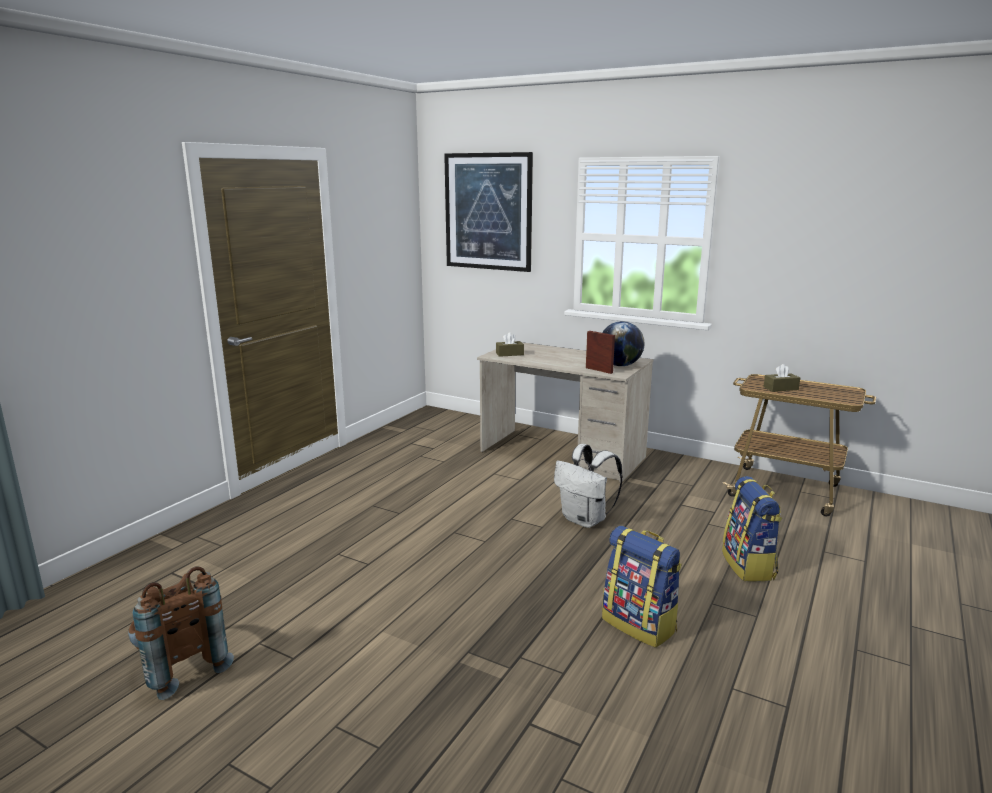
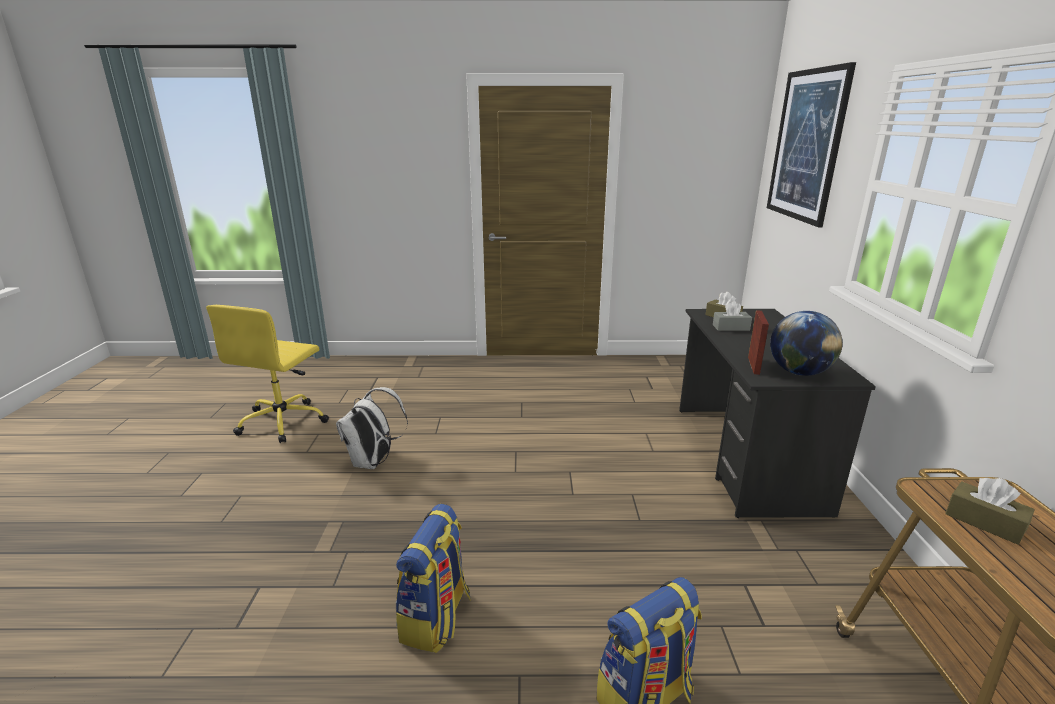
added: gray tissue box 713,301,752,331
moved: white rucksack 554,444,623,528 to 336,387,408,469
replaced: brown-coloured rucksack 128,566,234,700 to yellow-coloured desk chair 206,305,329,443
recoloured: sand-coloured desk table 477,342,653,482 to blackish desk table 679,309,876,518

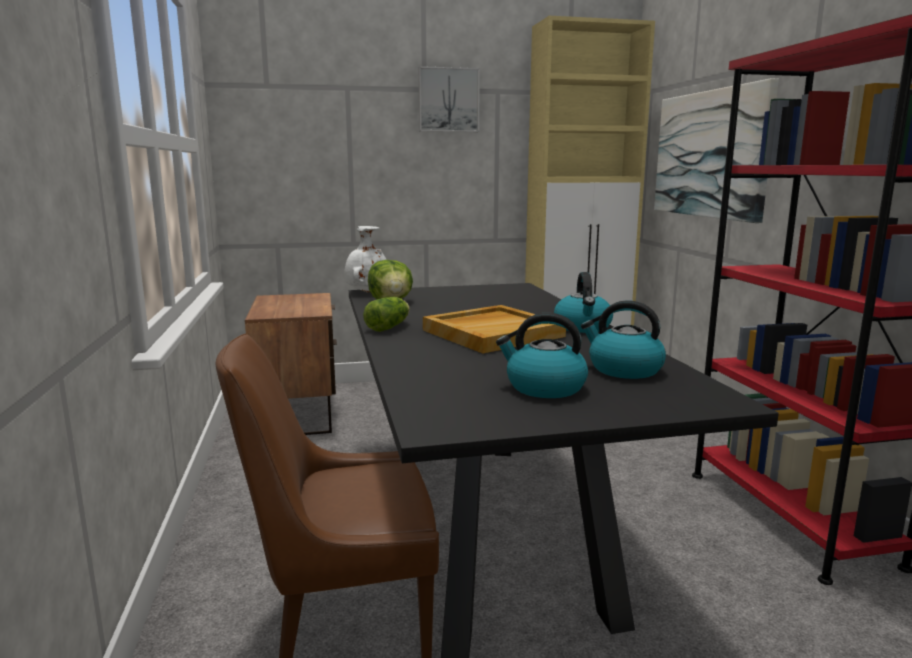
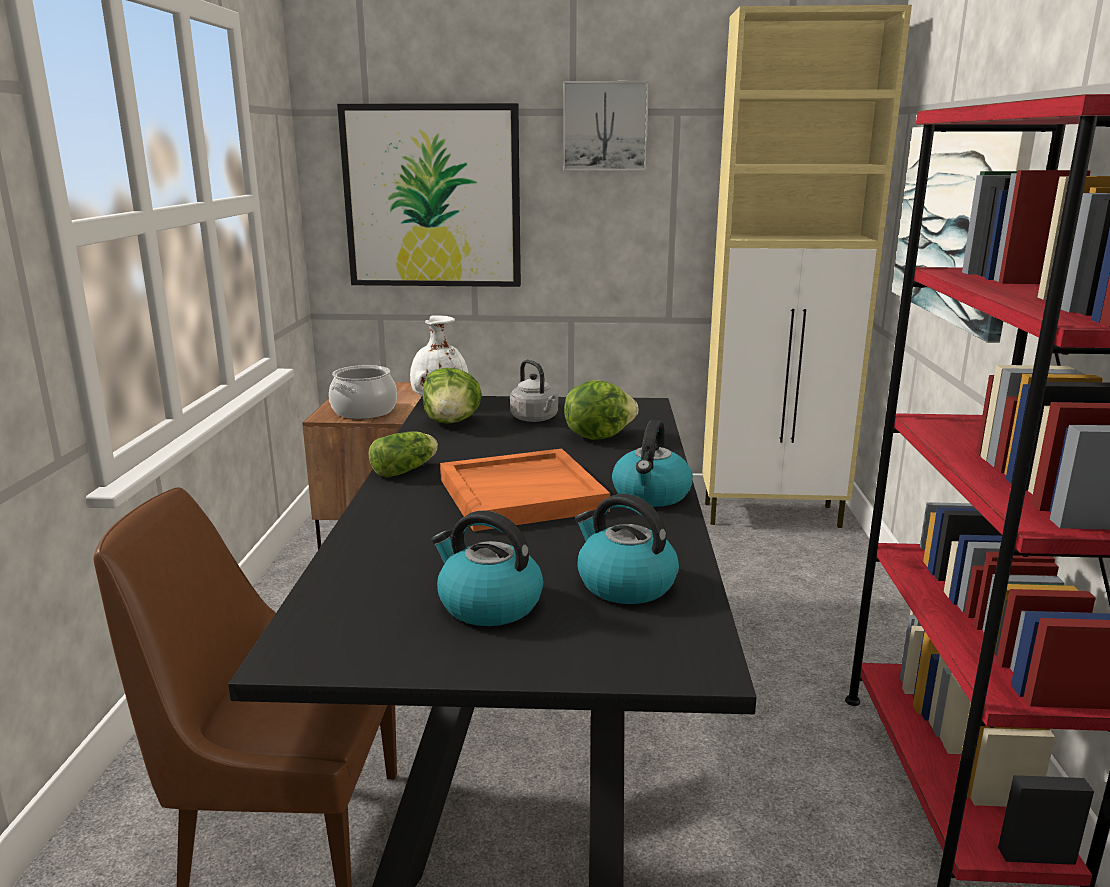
added: saucepot 329,365,397,419; wall picture 337,103,521,287; gray water kettle 510,360,558,422; lettuce 564,380,638,439
recoloured: sand-coloured tray 423,305,566,353 to orangey tray 440,449,610,532

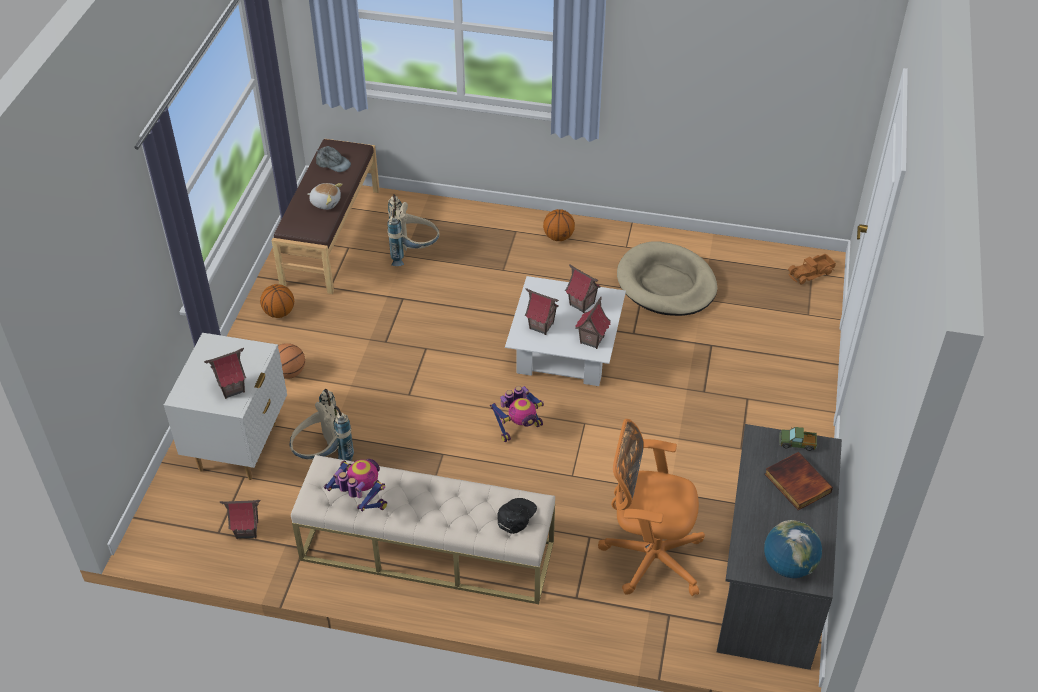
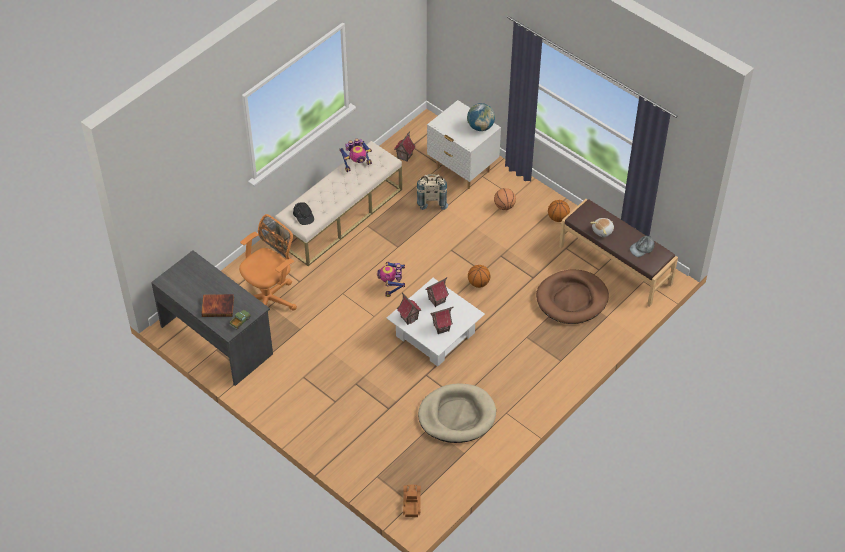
removed: toy house 204,348,246,399
moved: globe 764,520,822,578 to 467,103,495,131; ball for basketball 543,209,575,241 to 468,265,490,288
replaced: sand-coloured rucksack 387,194,440,266 to brown-coloured pet bed 536,269,609,324

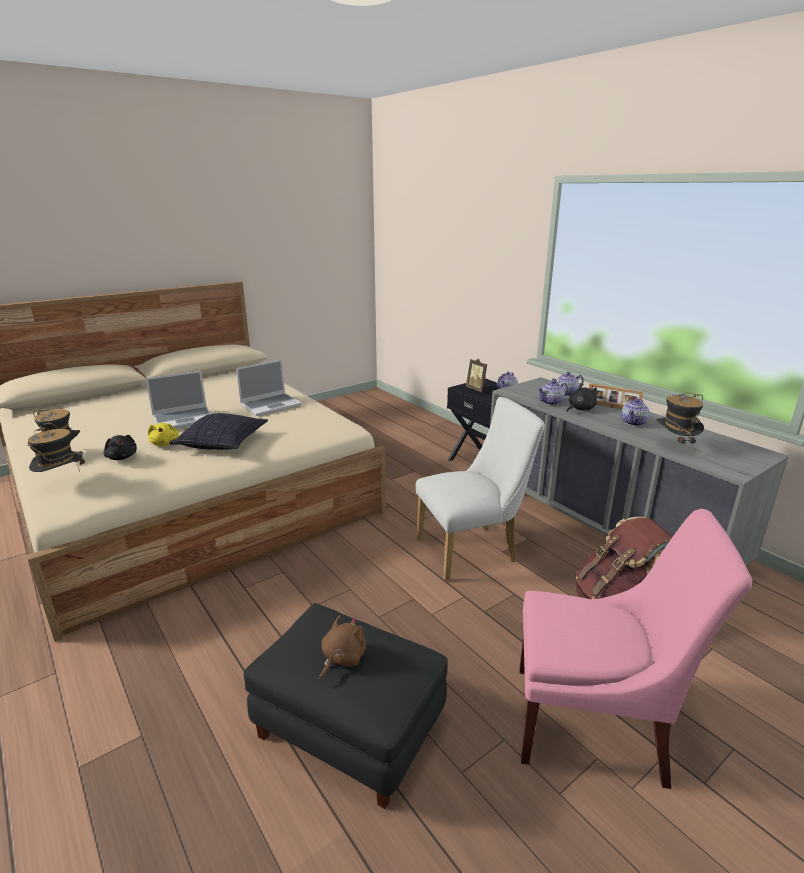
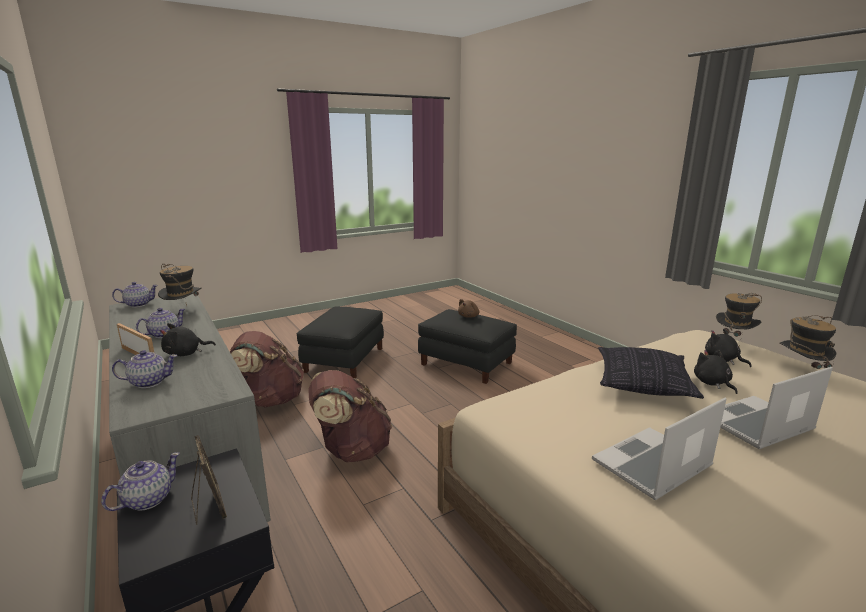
moved: teapot 538,380,568,405 to 112,282,158,307
replaced: pink chair 519,509,752,789 to blackish pouffe 297,306,384,378; white chair 416,397,545,581 to brown-coloured rucksack 309,370,392,462
recoloured: yellow-coloured soft toy 148,423,179,446 to blackish soft toy 694,350,737,394

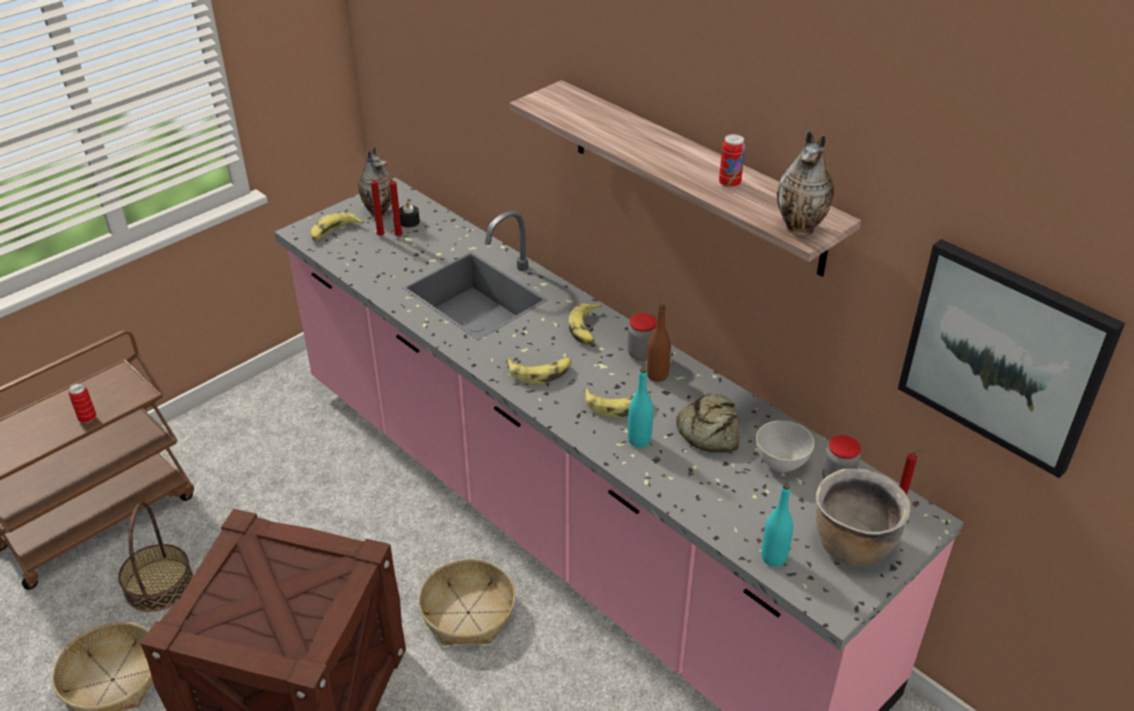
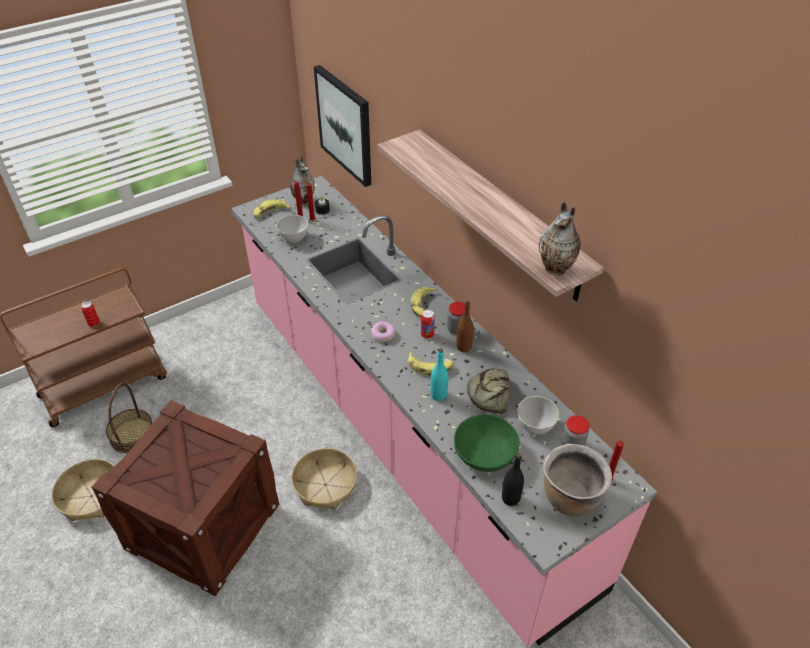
added: gray deep dish 276,215,308,243; green-coloured deep dish 454,414,520,472
moved: wall picture 898,239,1125,478 to 314,65,371,187; metal can 719,134,745,188 to 421,309,435,339
replaced: banana 506,358,571,383 to ring doughnut 371,321,395,342
recoloured: turquoise-coloured bottle 761,483,793,567 to blackish bottle 502,453,524,506

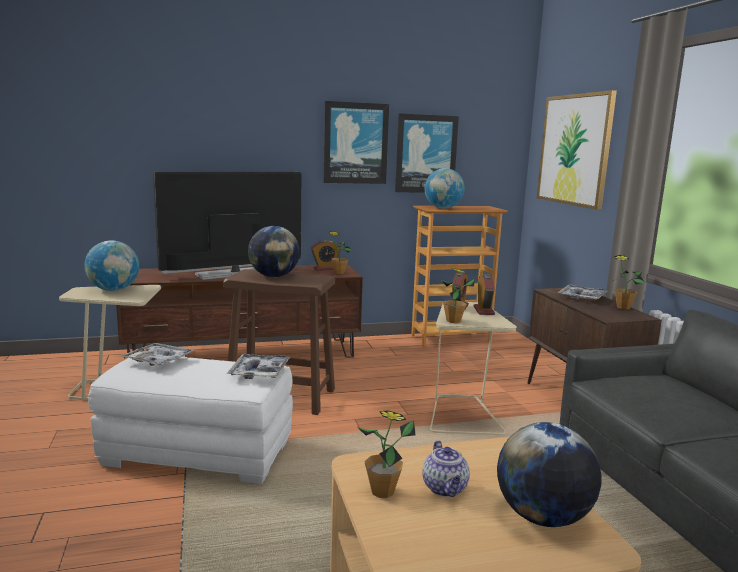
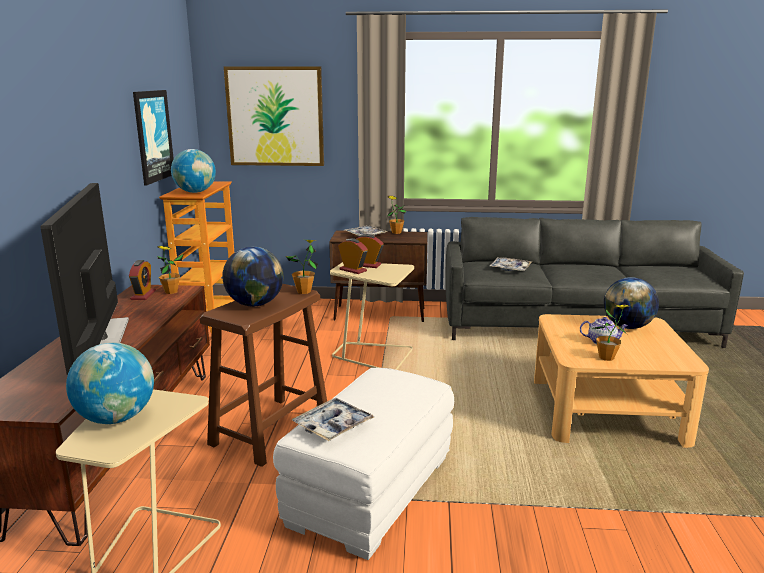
removed: wall picture 324,101,389,184
moved: plant in a pot 441,268,475,323 to 286,240,318,294; tray 227,354,290,379 to 489,257,532,271

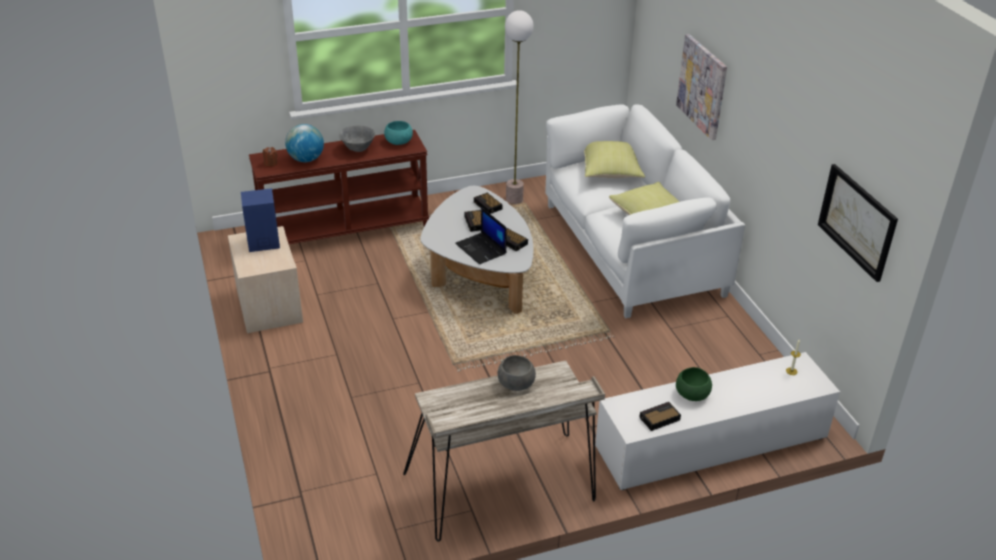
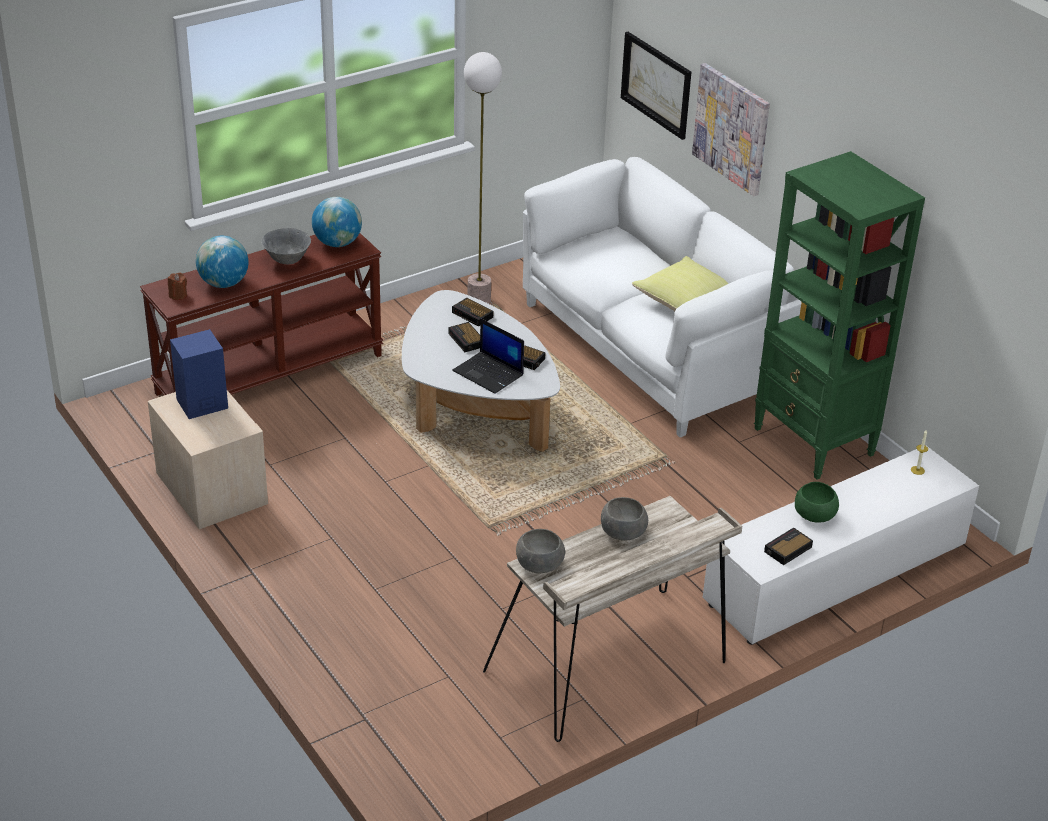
removed: yellow-coloured throw pillow 584,141,645,178
added: gray deep dish 516,529,565,573; green-coloured bookcase 754,151,925,480
moved: wall picture 818,164,898,282 to 621,32,691,140
replaced: turquoise-coloured deep dish 384,121,413,145 to globe 312,197,362,247

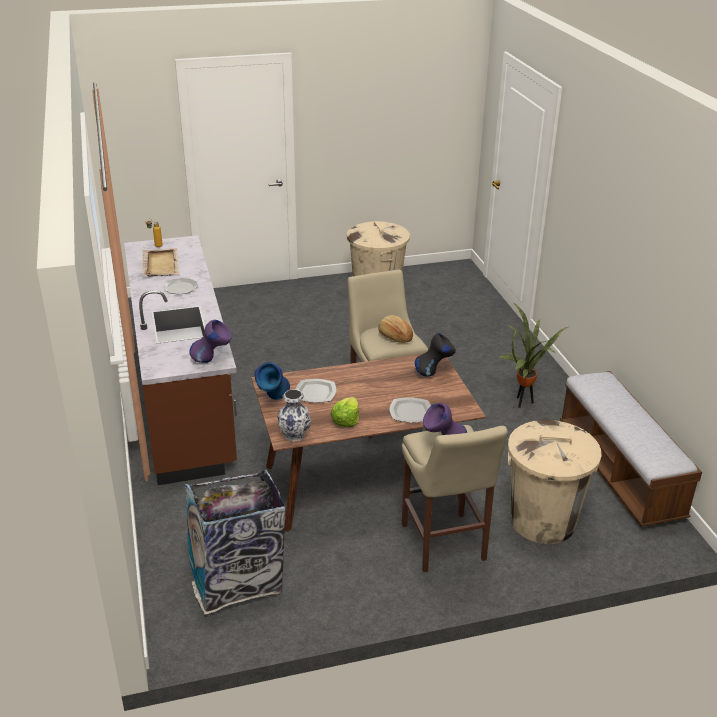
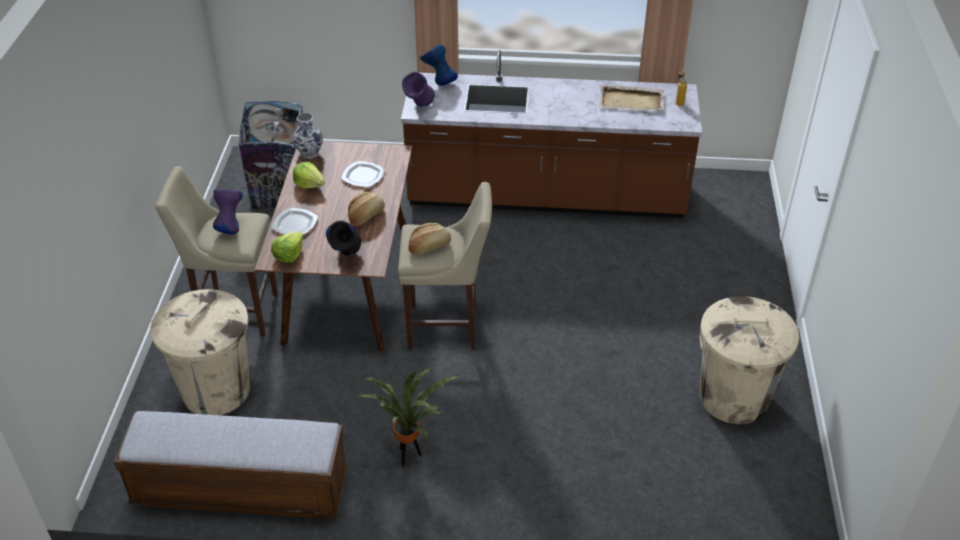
removed: dinner plate 163,278,198,294
added: lettuce 271,232,304,263; baked bread 348,192,385,226
moved: bluish flower vase 255,362,290,400 to 420,44,458,86

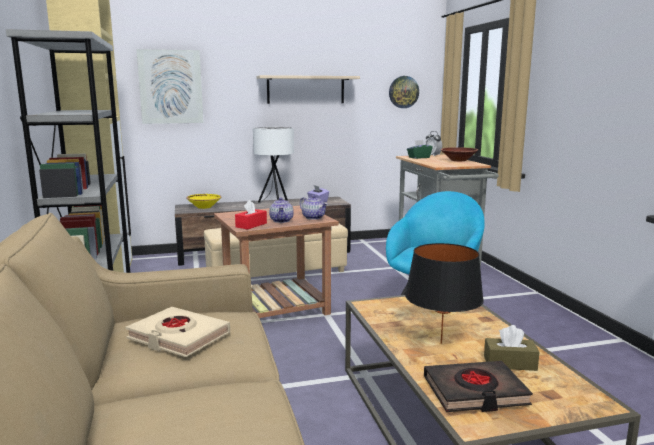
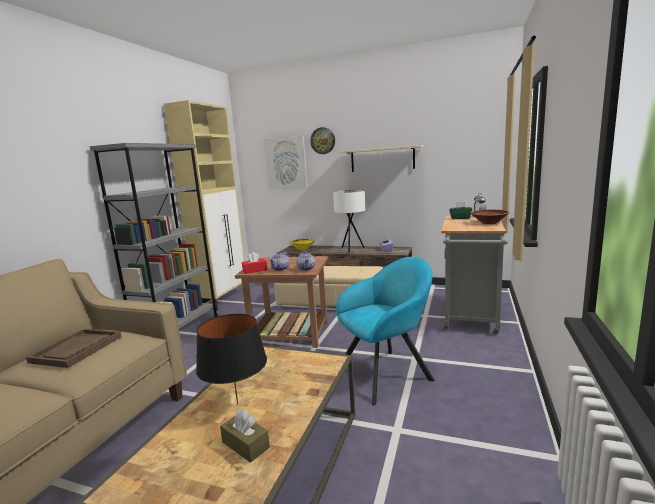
removed: blackish bound book 424,361,533,412
moved: wall clock 389,76,419,108 to 310,127,335,154
replaced: sand-coloured bound book 126,307,230,357 to brown-coloured tray 26,329,122,368

